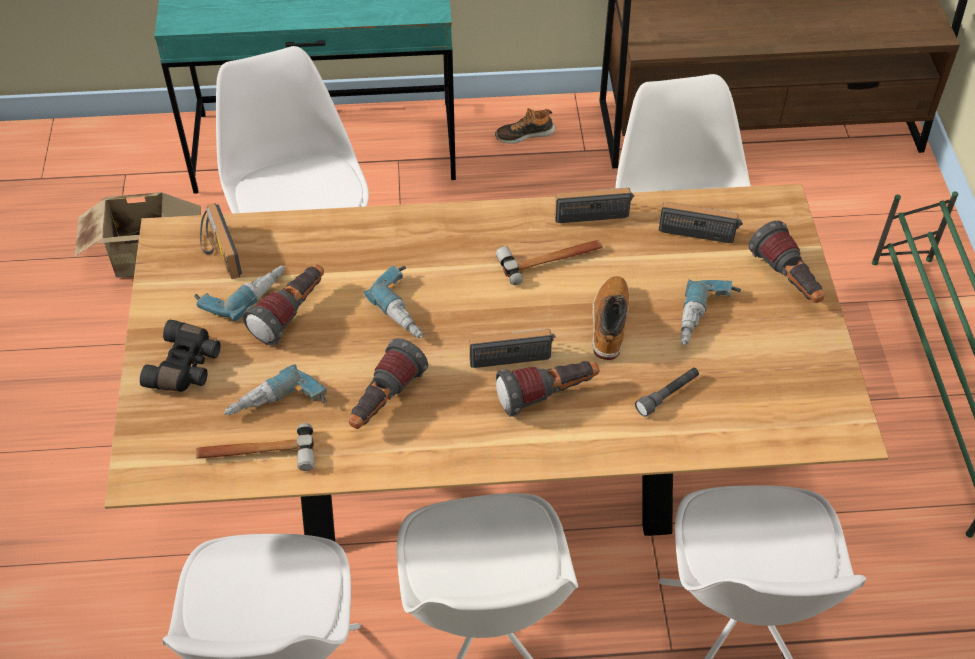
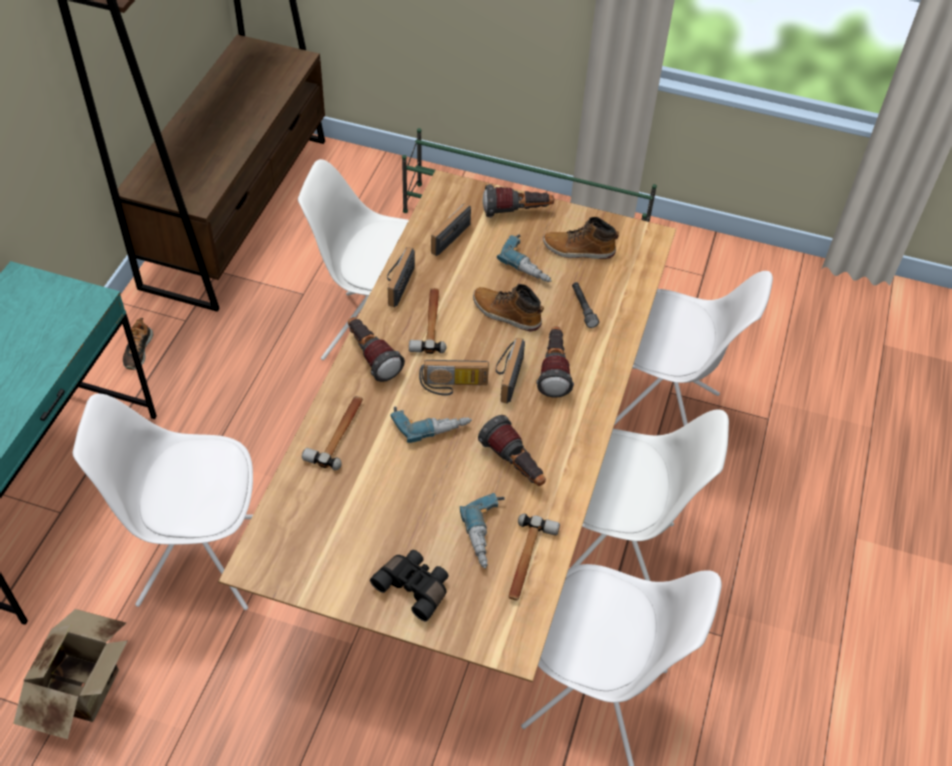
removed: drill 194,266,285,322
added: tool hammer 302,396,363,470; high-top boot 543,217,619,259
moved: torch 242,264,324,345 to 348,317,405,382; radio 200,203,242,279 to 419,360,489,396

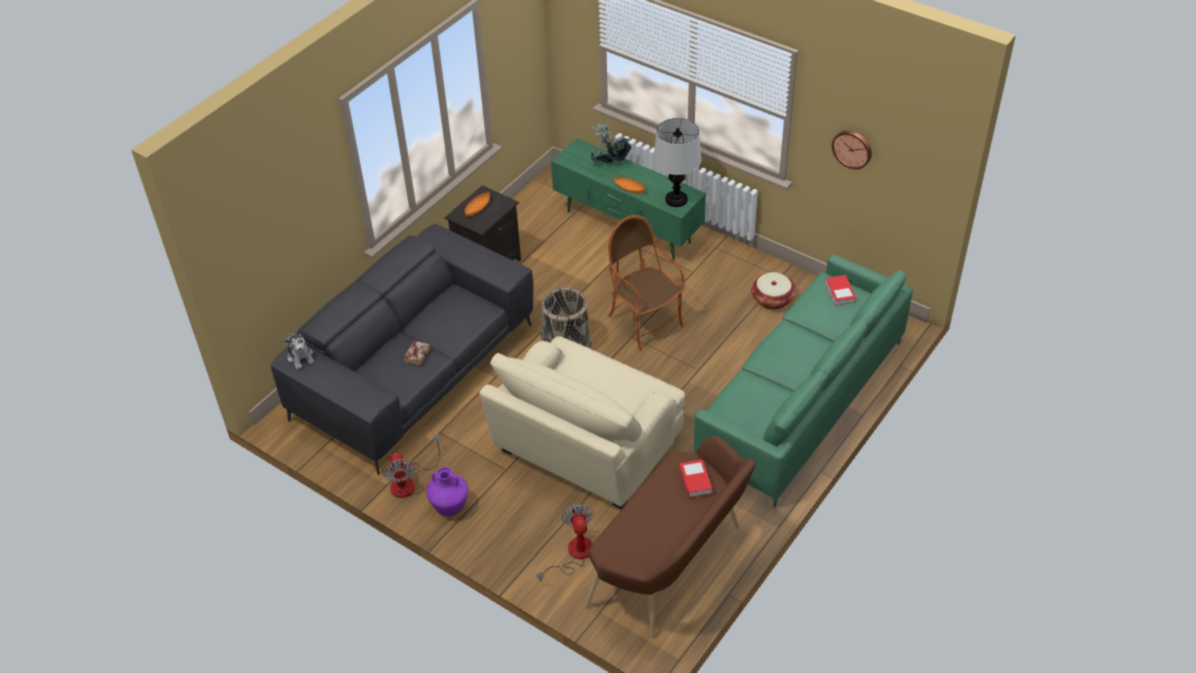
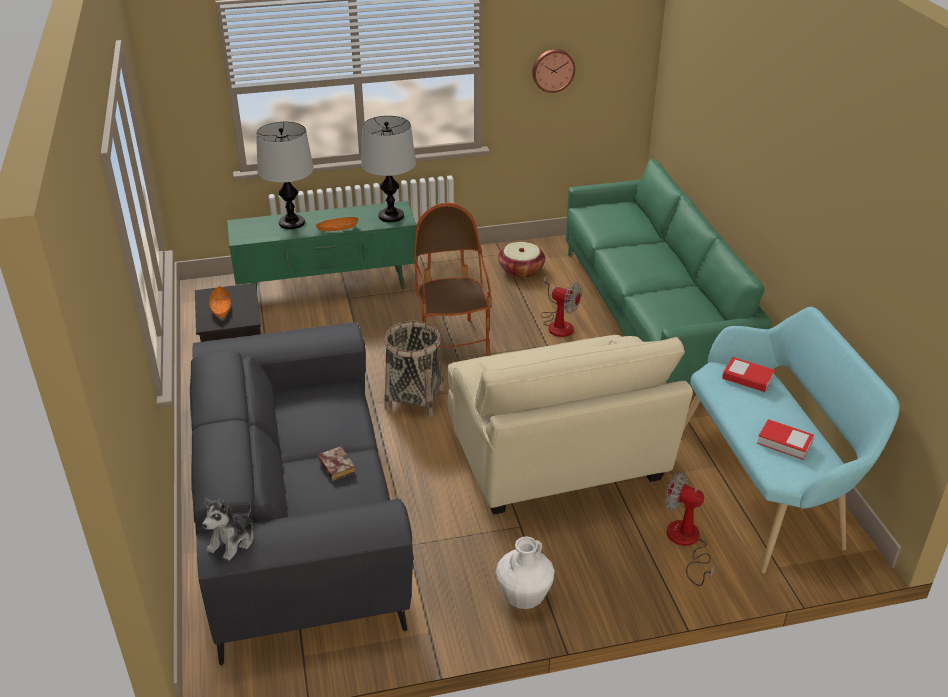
moved: electric fan 383,434,440,498 to 541,276,582,337; bound book 825,275,856,306 to 757,419,814,460
replaced: plant in a pot 589,121,631,163 to table lamp 256,121,314,229
recoloured: purplish flower vase 426,467,468,516 to white flower vase 496,536,555,609; brown-coloured long seat 585,436,756,639 to turquoise-coloured long seat 684,307,900,573
turned: soft toy 283,330,314,369 = 202,498,253,561 105 degrees clockwise; easy chair 608,215,685,351 = 414,203,492,356 75 degrees clockwise

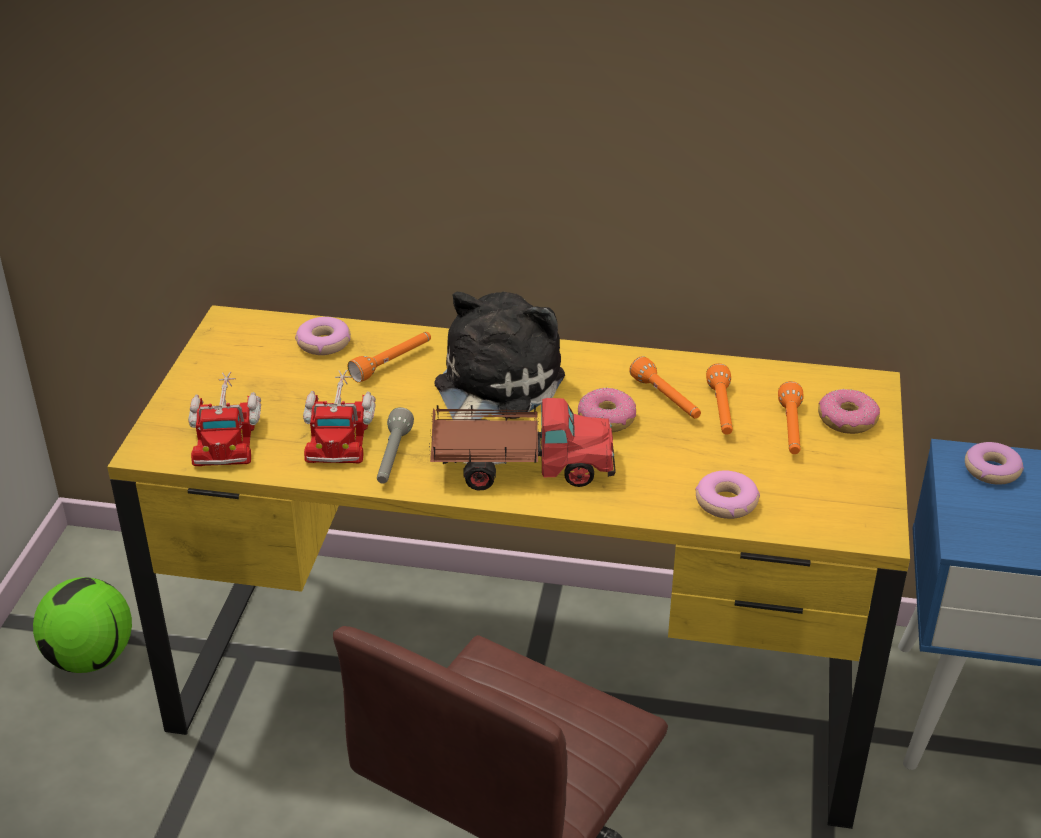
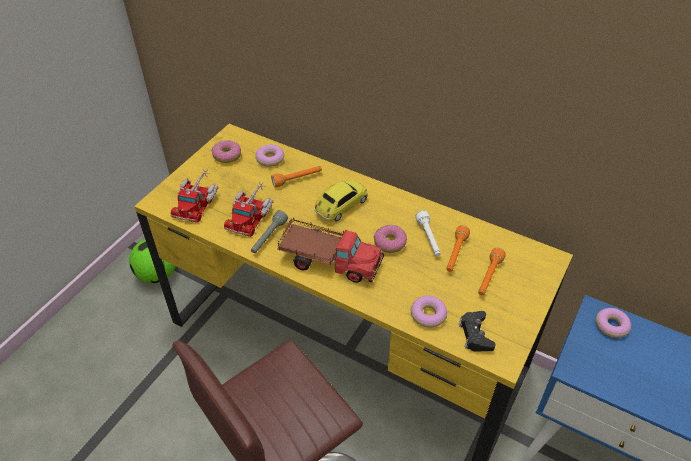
added: blackish game controller 459,311,496,351
moved: ring doughnut 818,389,880,434 to 211,140,241,163
replaced: soft toy 434,292,565,419 to miniature car 314,180,368,222
recoloured: orangey torch 629,356,701,419 to white torch 415,210,441,256

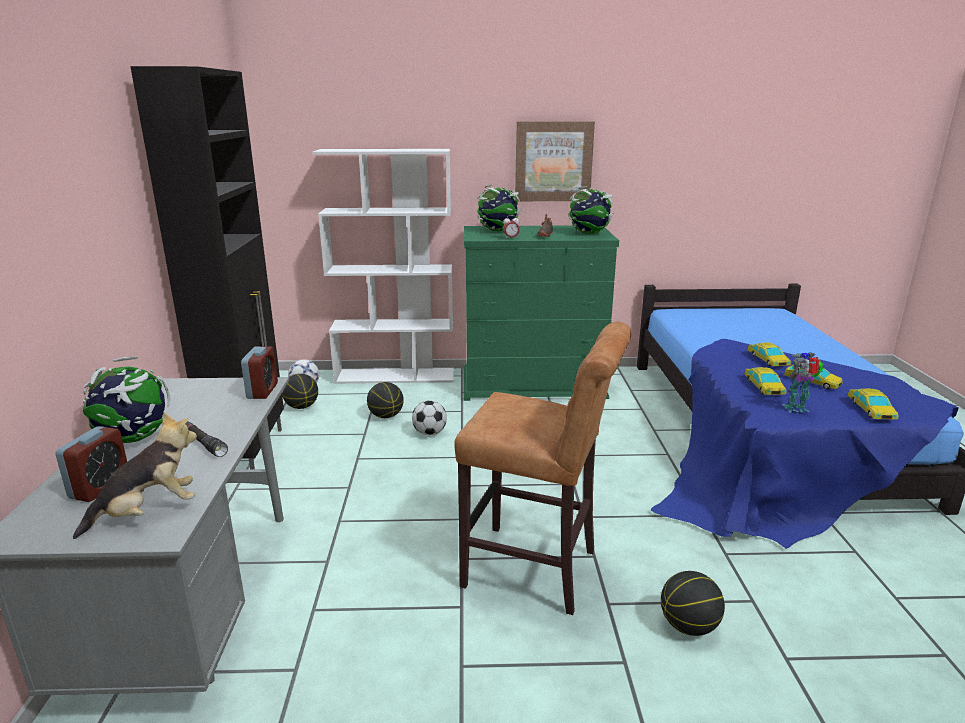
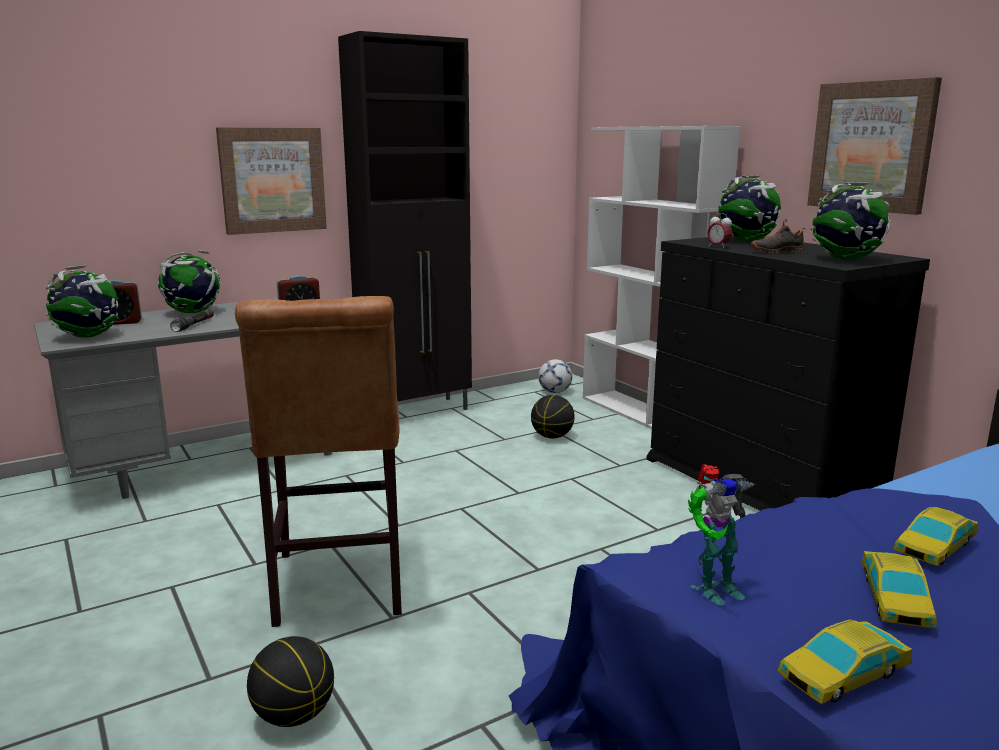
removed: ball for basketball 282,374,318,409; football 412,401,447,435; miniature car 744,367,786,395
added: wall picture 216,127,327,235
replaced: soft toy 73,412,197,539 to globe 46,265,118,338
recoloured: green-coloured dresser 463,226,619,401 to blackish dresser 646,237,930,511
turned: model robot 782,352,824,413 = 688,464,755,605 105 degrees clockwise

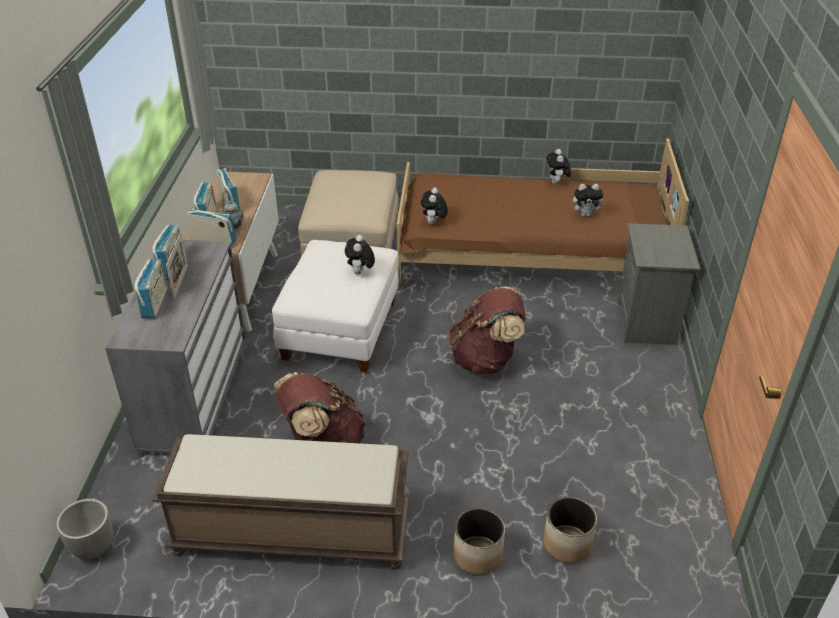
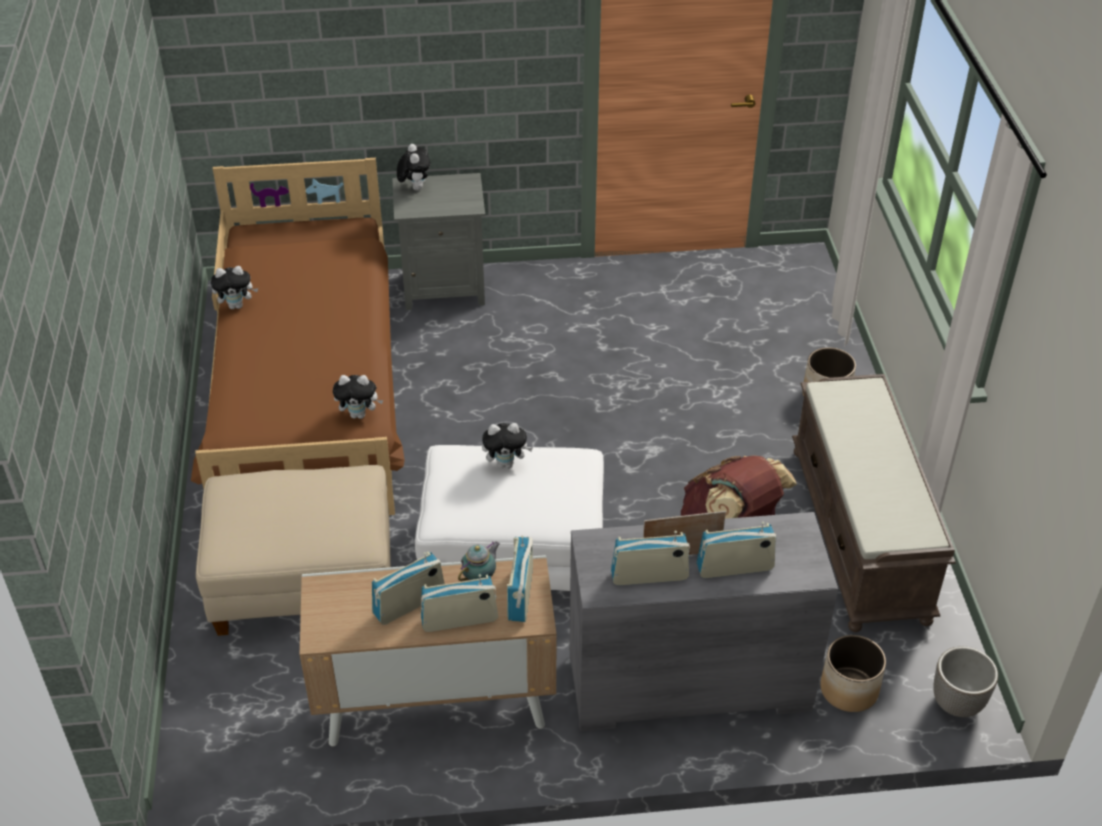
removed: brown-coloured rucksack 449,287,526,374
moved: soft toy 573,184,605,217 to 397,144,431,191; plant pot 543,497,597,563 to 820,635,886,712

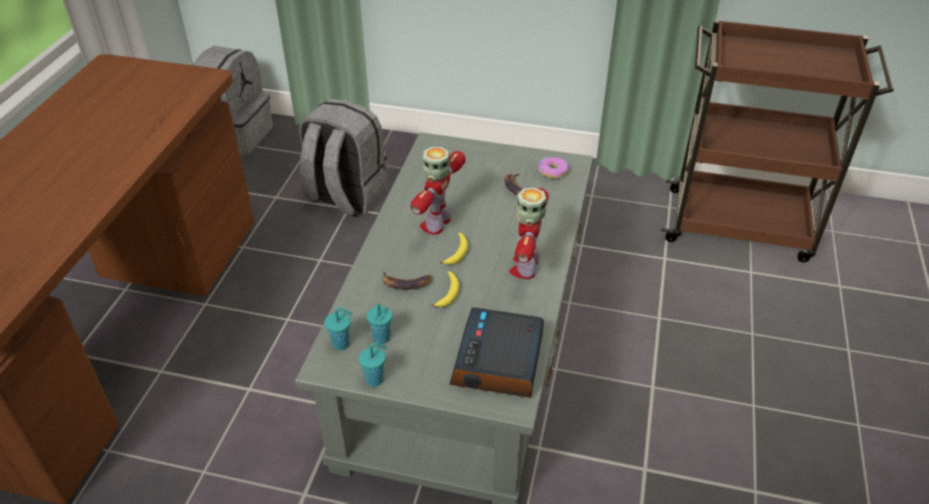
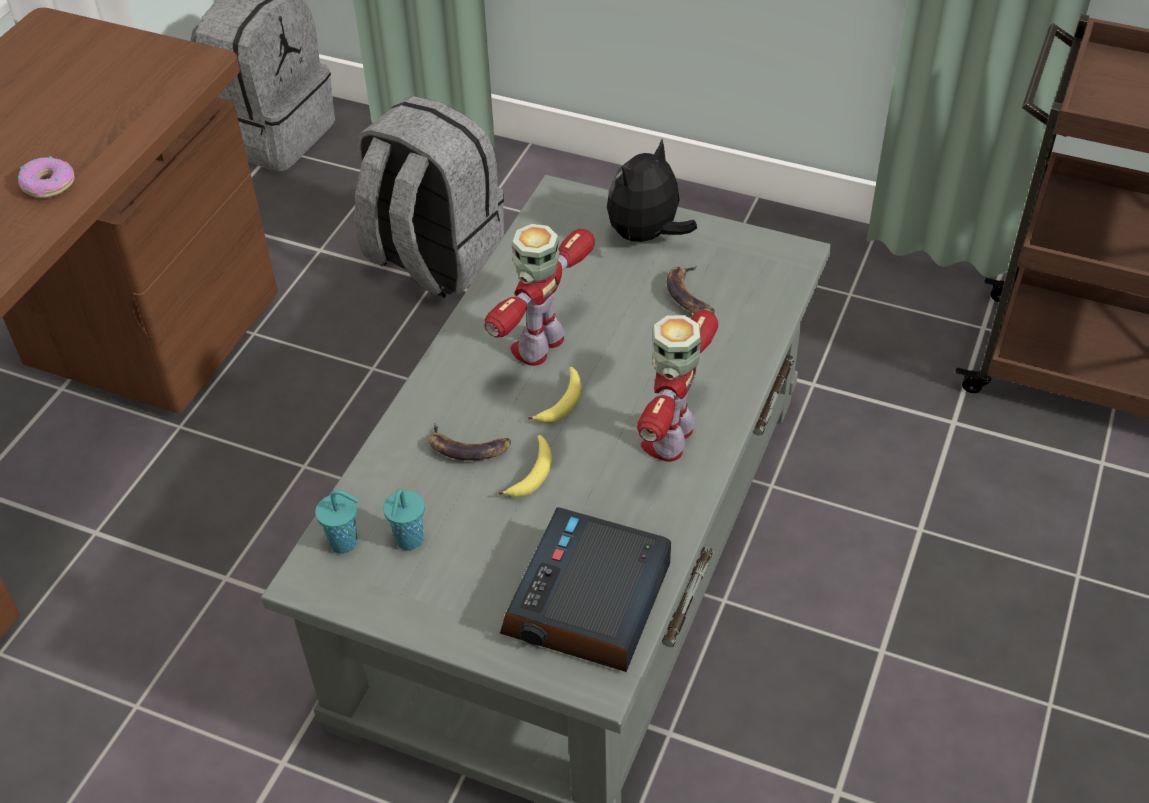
removed: turquoise-coloured drinking cup 359,343,387,387
added: soft toy 607,139,697,243
moved: ring doughnut 538,156,569,179 to 18,156,75,198

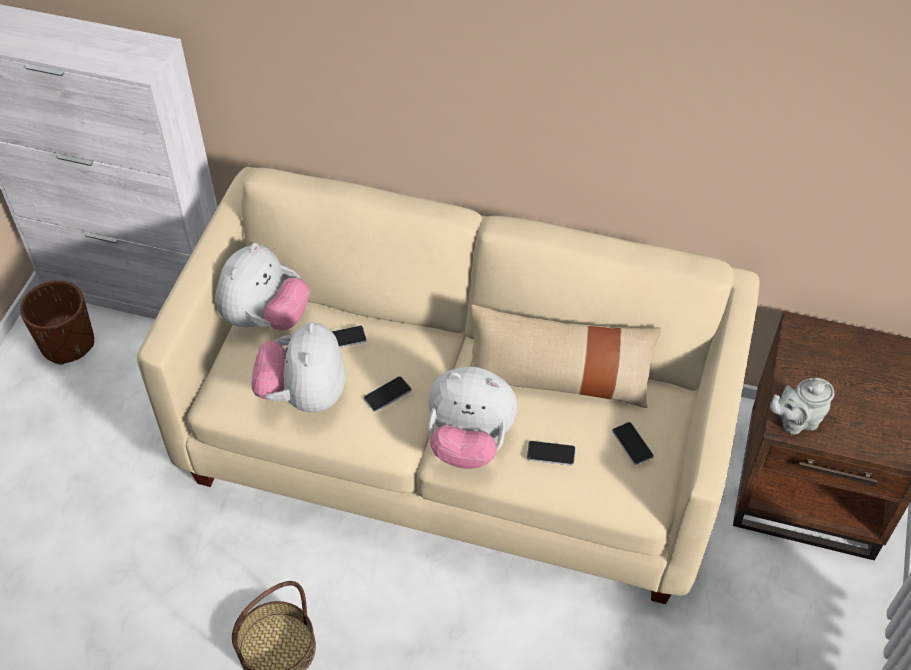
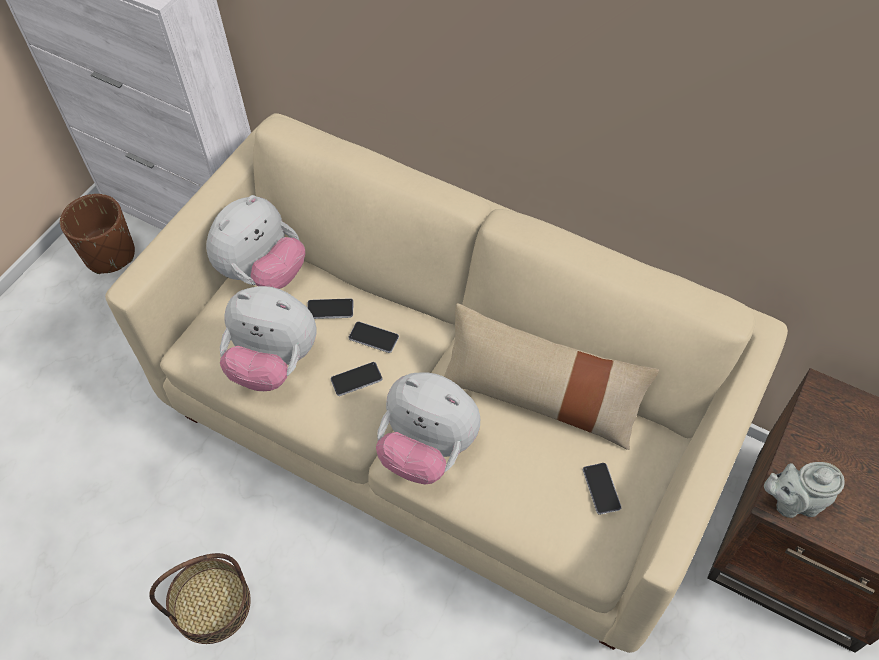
moved: telephone 527,441,576,466 to 349,321,399,353
turned: soft toy 252,322,345,413 = 220,286,317,391 90 degrees counterclockwise

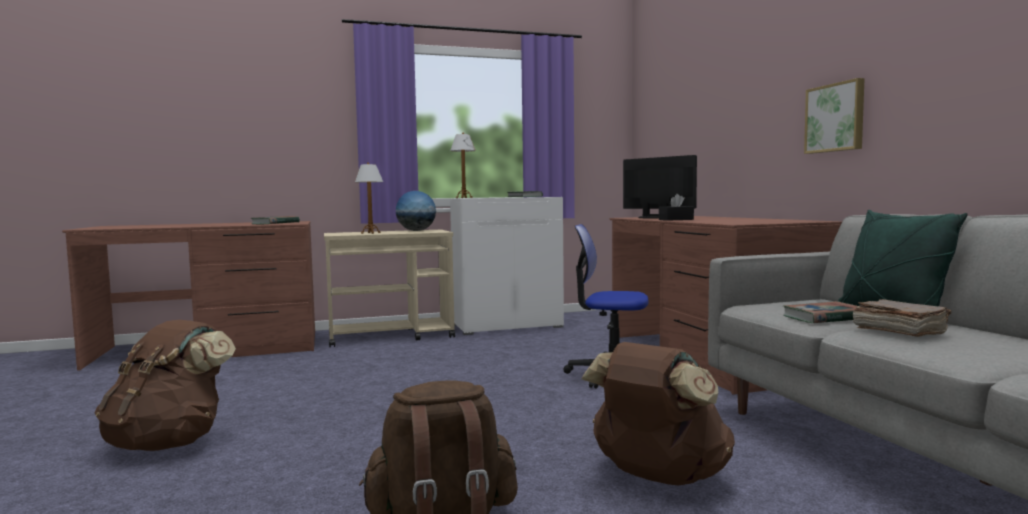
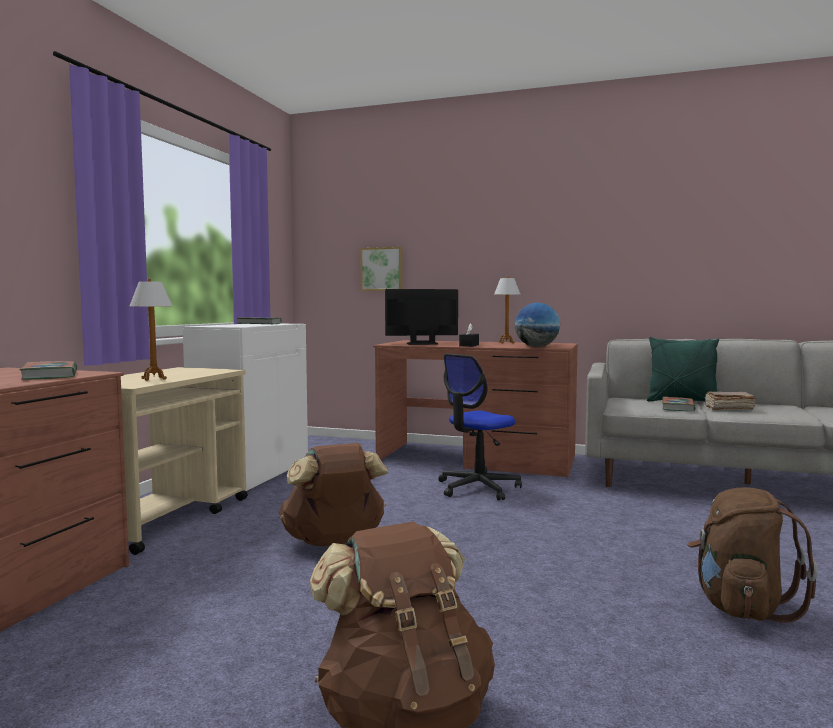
moved: brown-coloured rucksack 581,342,735,486 to 279,443,388,546; wall picture 804,78,865,154 to 360,247,402,291; table lamp 450,133,476,198 to 494,276,521,343; globe 396,191,436,231 to 515,303,560,347

